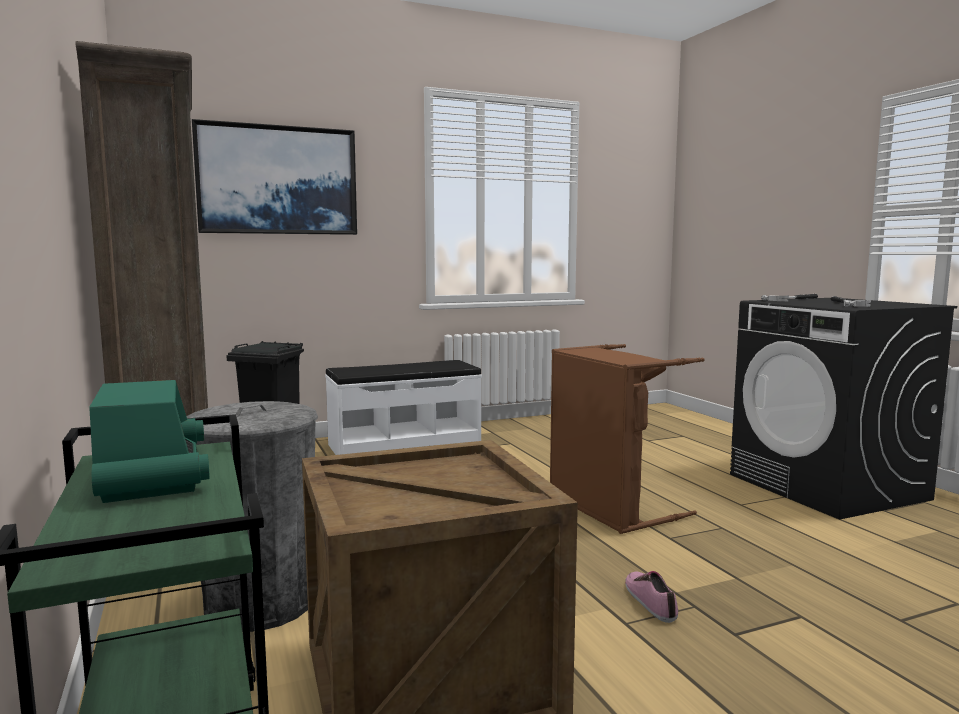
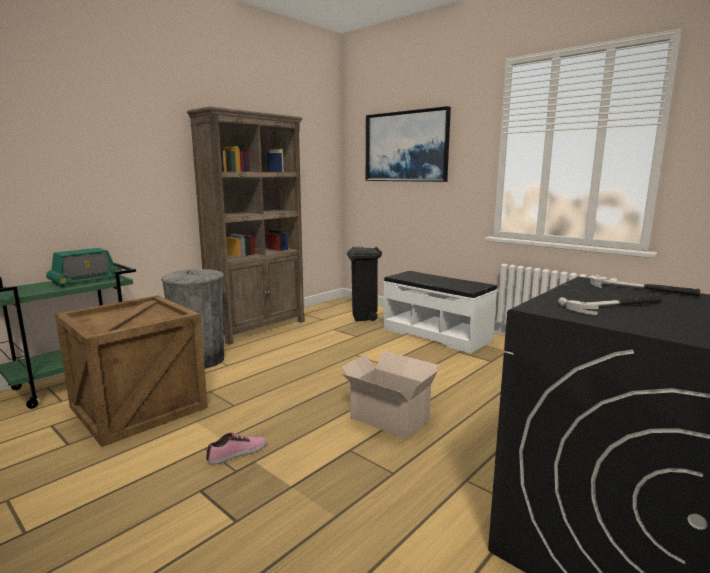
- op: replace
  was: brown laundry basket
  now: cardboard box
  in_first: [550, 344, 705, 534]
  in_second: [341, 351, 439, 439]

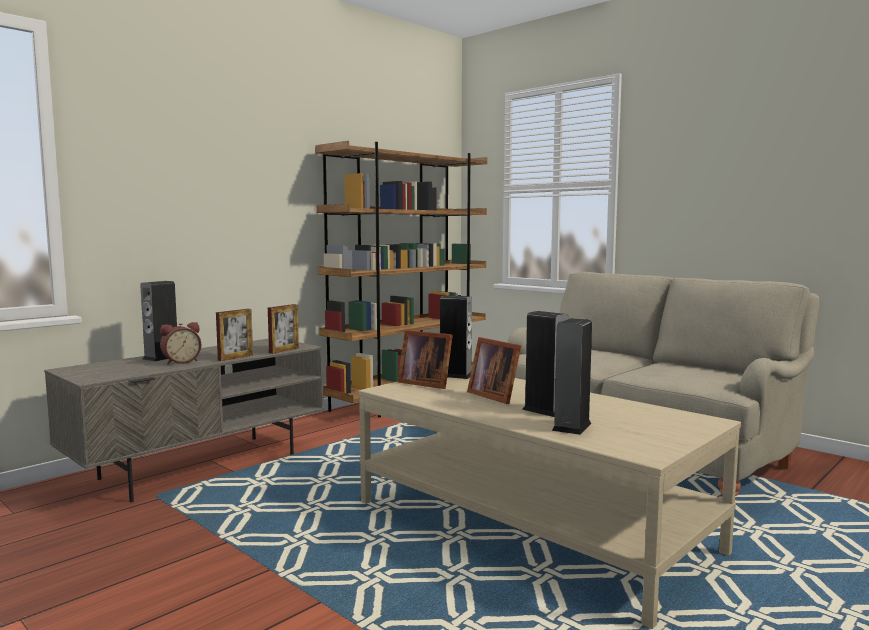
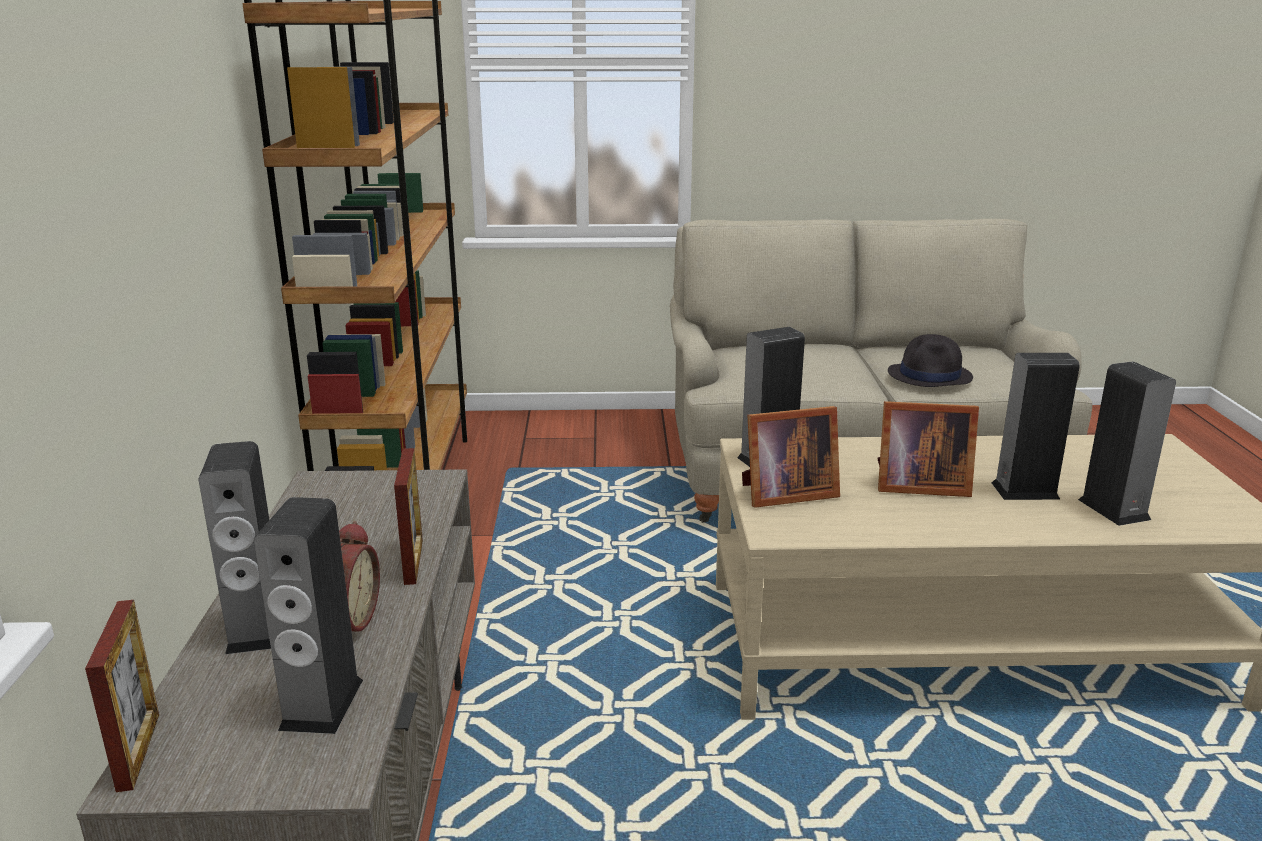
- op: insert
  now: speaker
  in_second: [254, 497, 363, 734]
- op: insert
  now: black hat
  in_second: [888, 334, 973, 387]
- op: move
  was: picture frame
  in_first: [268, 304, 299, 354]
  in_second: [85, 600, 159, 792]

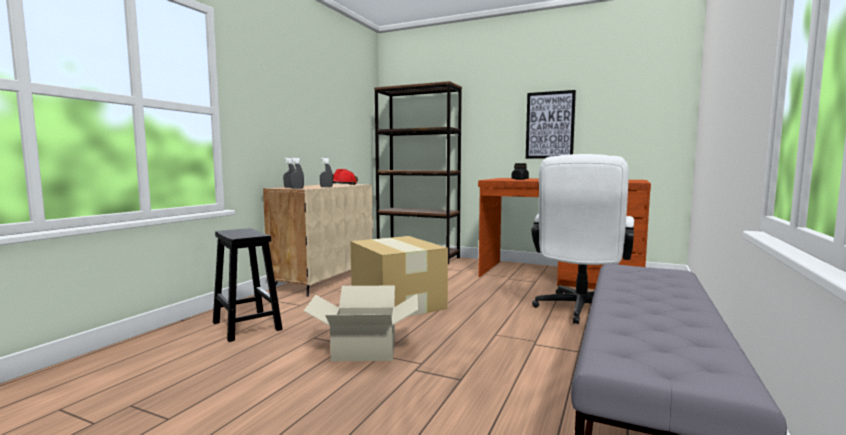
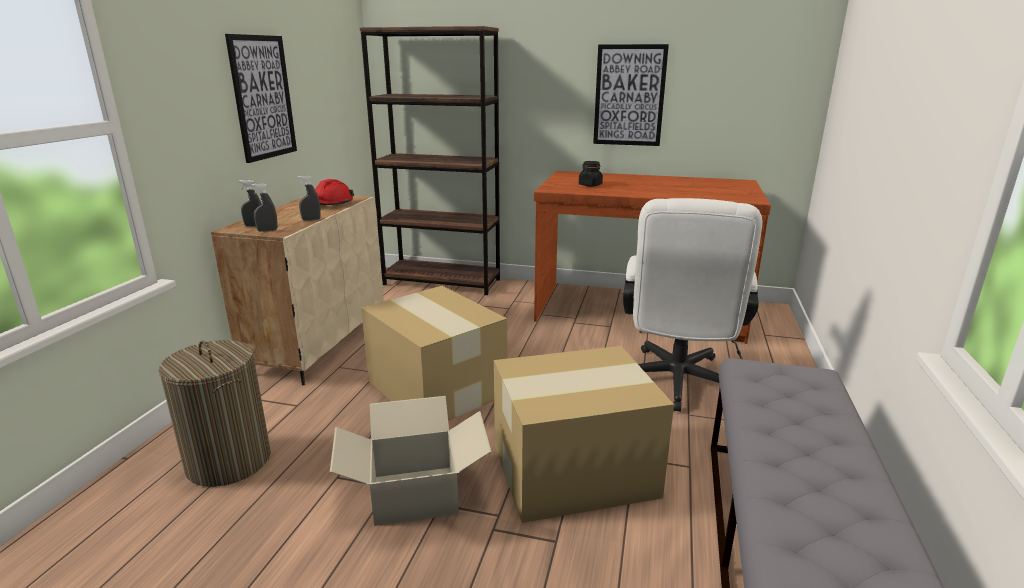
- op: insert
  now: picture
  in_second: [225, 34, 297, 163]
- op: insert
  now: cardboard box
  in_second: [494, 346, 674, 523]
- op: replace
  was: black stool
  now: laundry basket
  in_first: [213, 228, 282, 342]
  in_second: [158, 340, 271, 487]

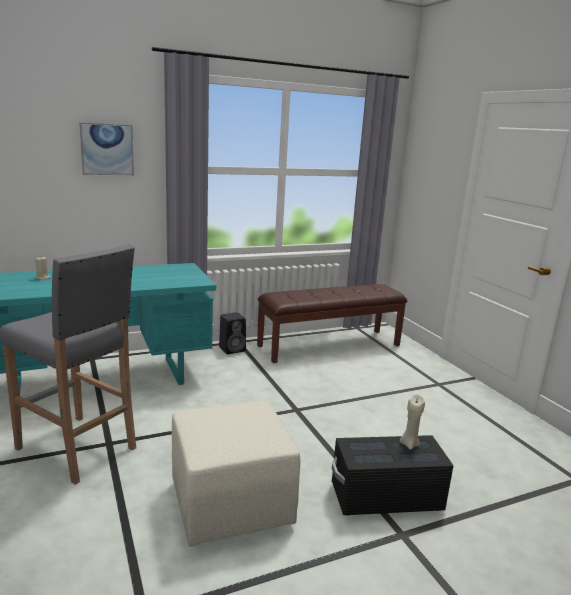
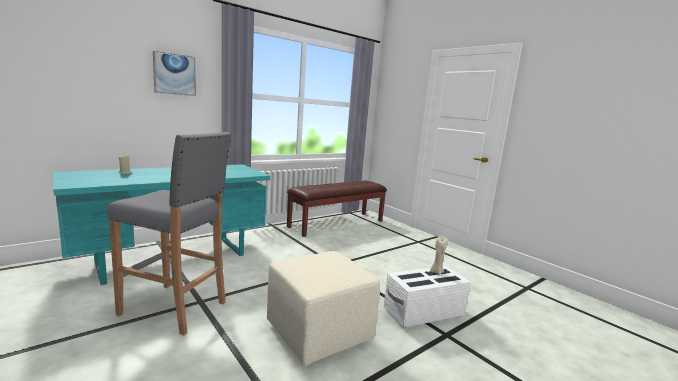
- op: delete
  was: black speaker
  in_first: [219, 313, 246, 354]
- op: recolor
  was: black storage box
  now: white storage box
  in_first: [332, 435, 453, 515]
  in_second: [384, 266, 471, 328]

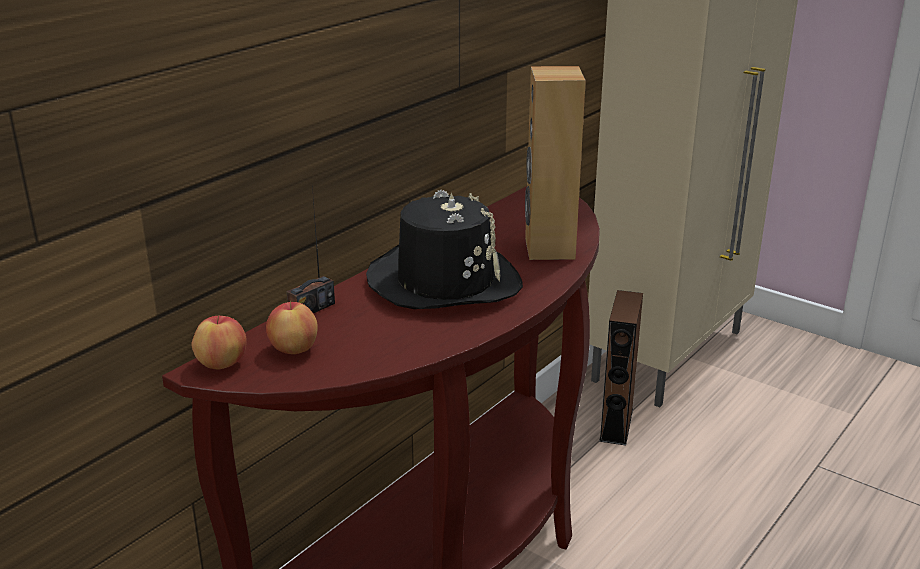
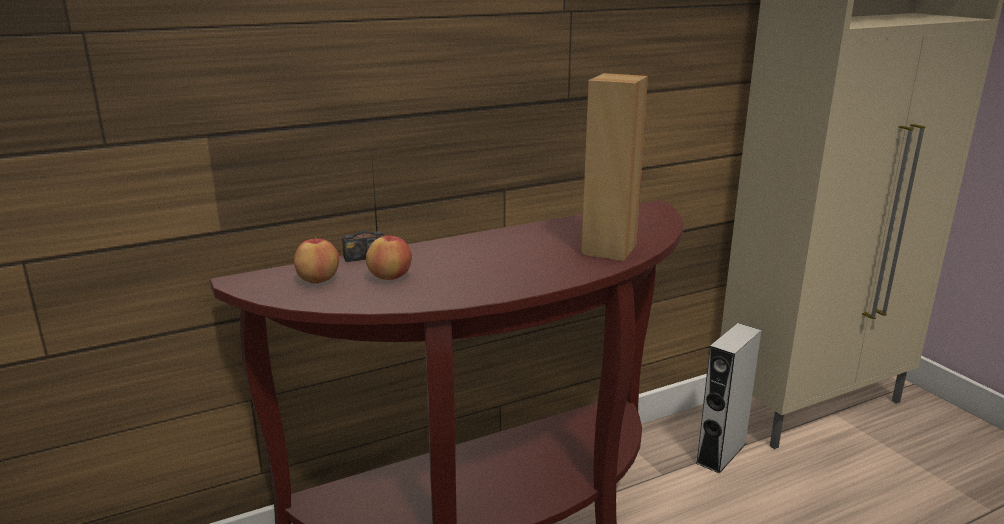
- op: delete
  was: black hat
  in_first: [366, 190, 523, 309]
- op: move
  was: apple
  in_first: [191, 316, 247, 369]
  in_second: [366, 234, 412, 280]
- op: recolor
  was: brown speaker
  now: grey speaker
  in_first: [599, 290, 643, 446]
  in_second: [696, 323, 762, 474]

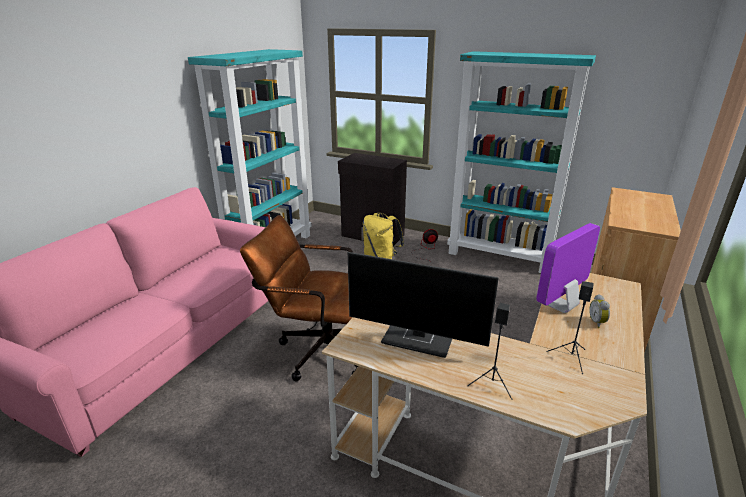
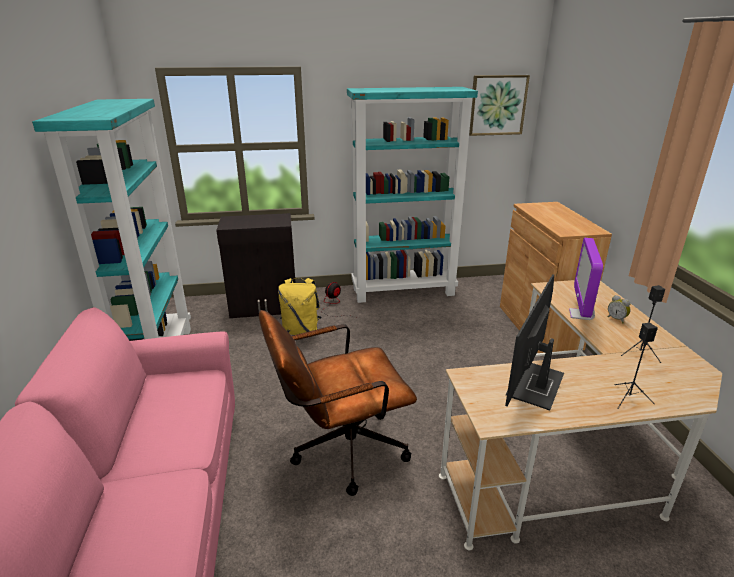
- op: insert
  now: picture
  in_second: [469, 75, 530, 136]
- op: rotate
  was: monitor
  in_first: [348, 252, 499, 358]
  in_second: [505, 274, 564, 411]
  clockwise: 135

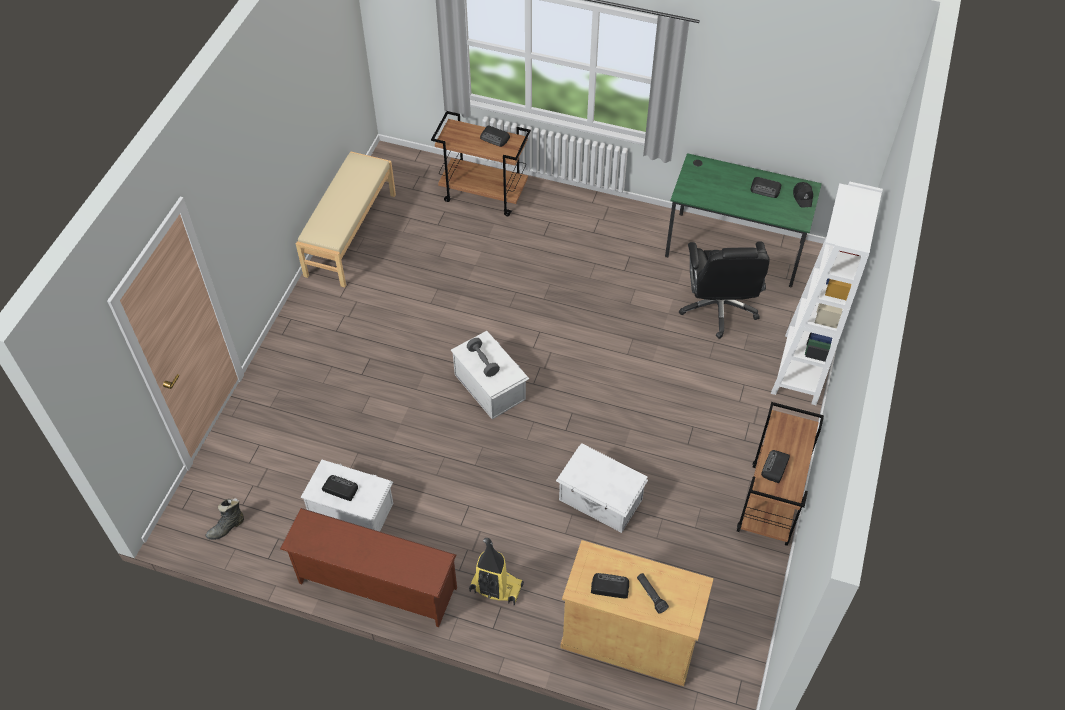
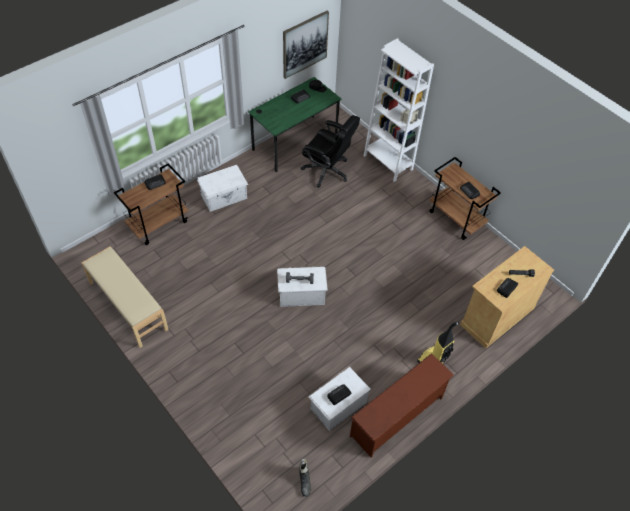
- op: insert
  now: picture
  in_second: [283, 11, 329, 79]
- op: move
  was: white storage box
  in_first: [556, 443, 648, 533]
  in_second: [197, 165, 248, 212]

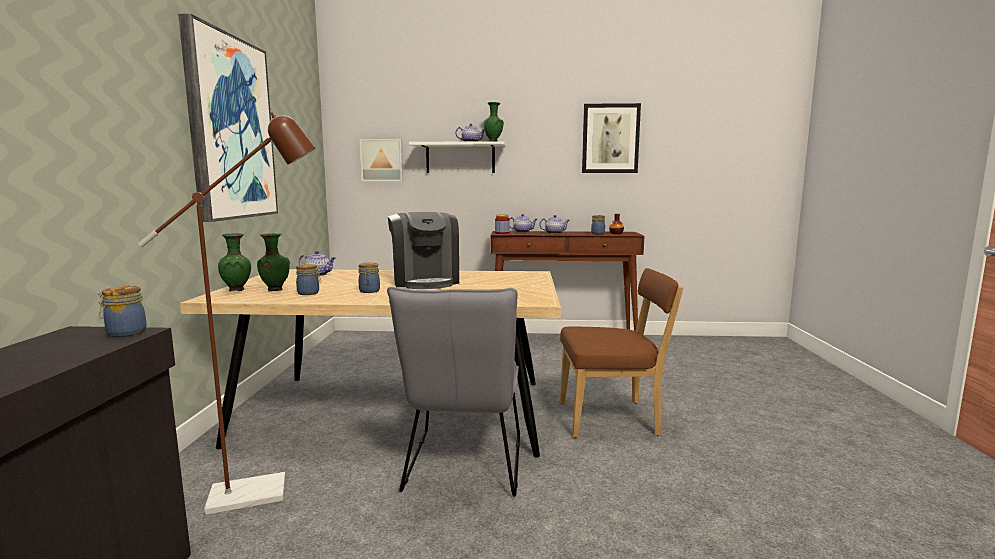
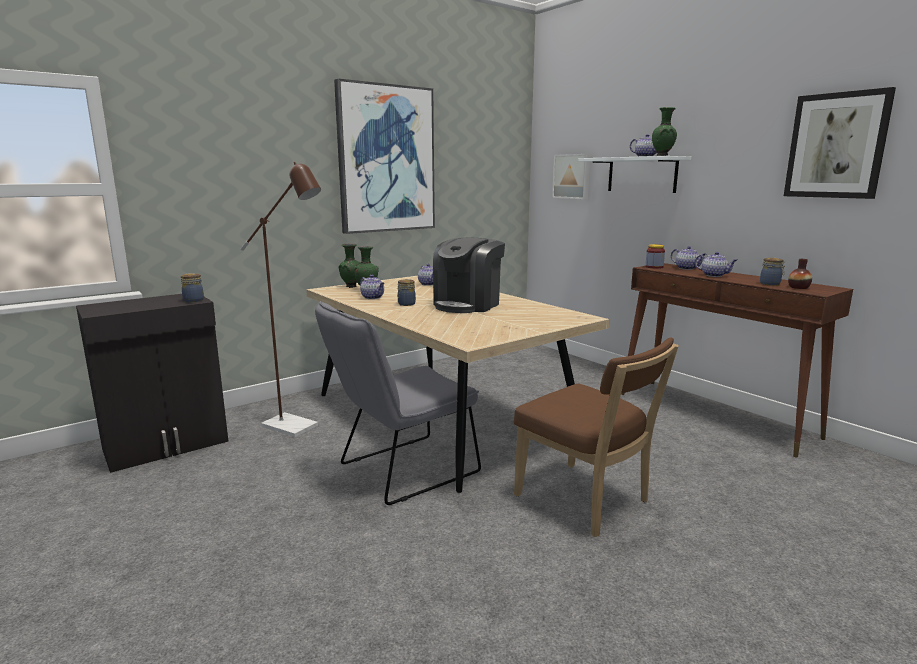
- op: replace
  was: jar
  now: teapot
  in_first: [296, 264, 321, 295]
  in_second: [360, 275, 385, 299]

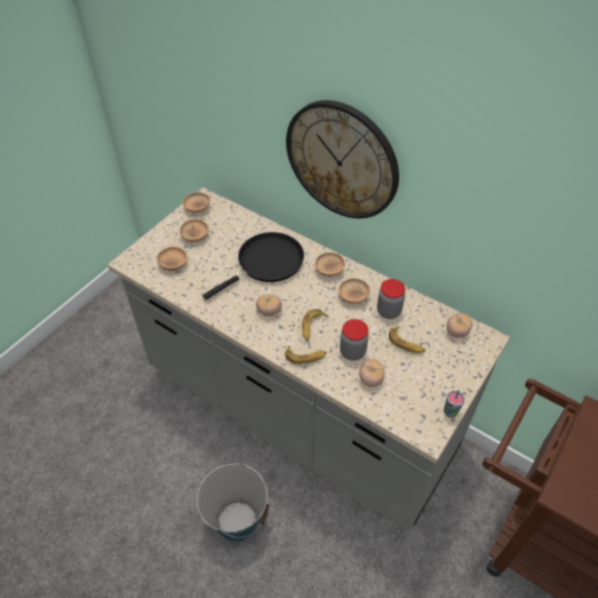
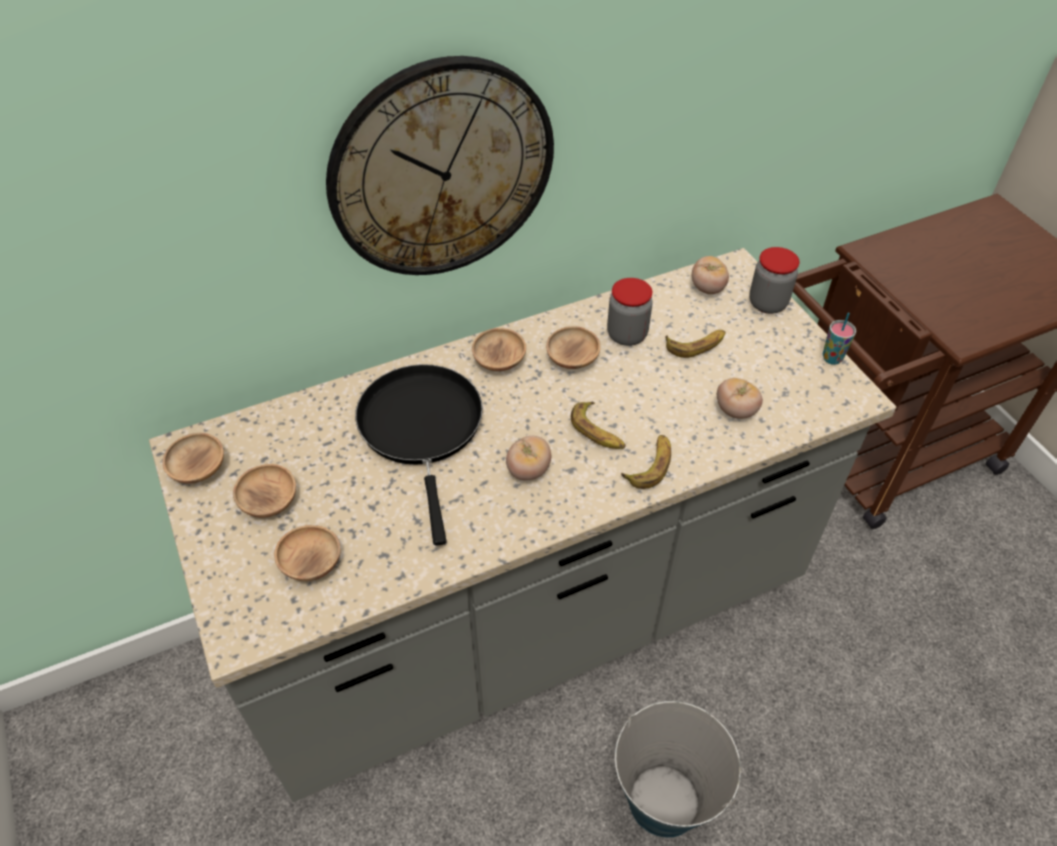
- op: move
  was: jar
  in_first: [340, 319, 369, 361]
  in_second: [749, 247, 800, 314]

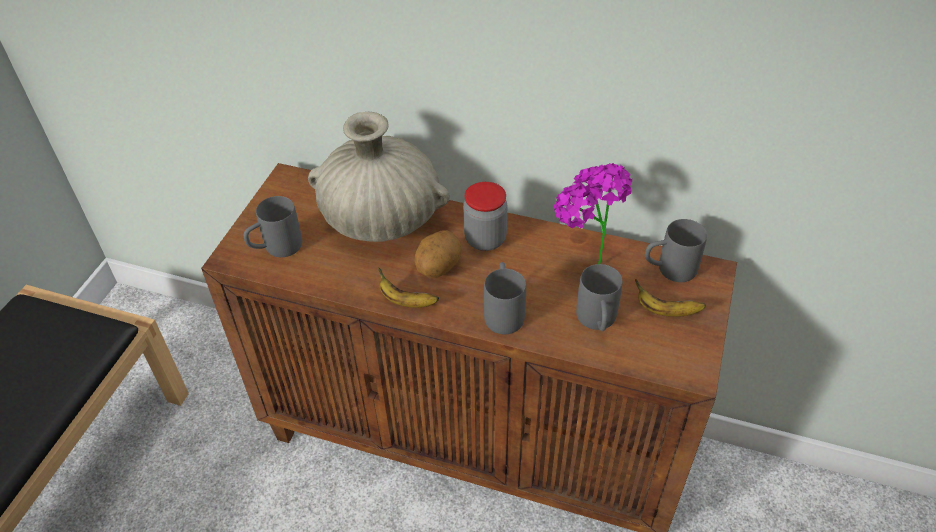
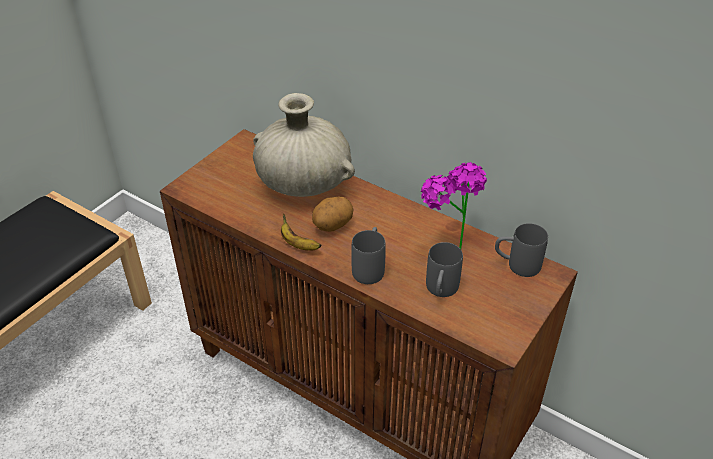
- op: delete
  was: grey mug
  in_first: [244, 196, 302, 257]
- op: delete
  was: jar
  in_first: [463, 182, 508, 251]
- op: delete
  was: banana
  in_first: [635, 279, 706, 317]

